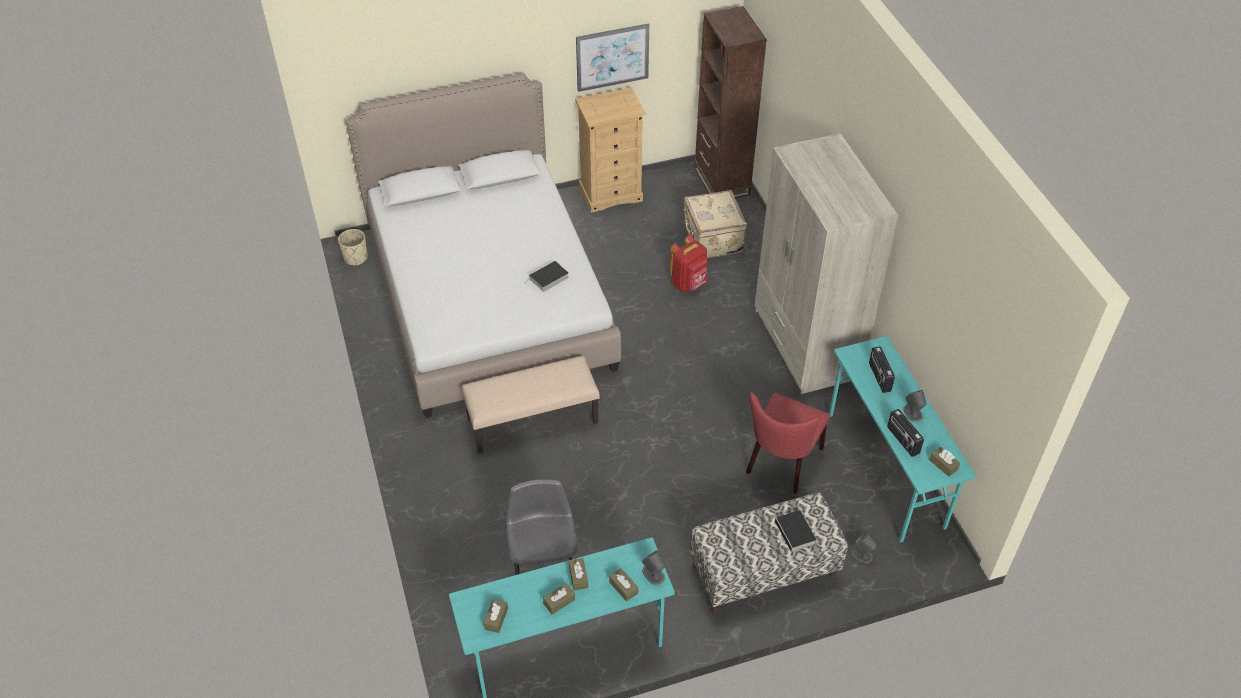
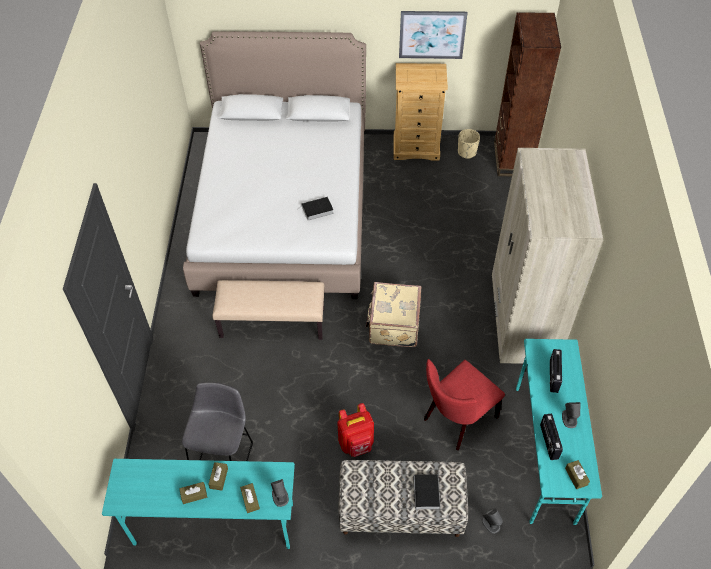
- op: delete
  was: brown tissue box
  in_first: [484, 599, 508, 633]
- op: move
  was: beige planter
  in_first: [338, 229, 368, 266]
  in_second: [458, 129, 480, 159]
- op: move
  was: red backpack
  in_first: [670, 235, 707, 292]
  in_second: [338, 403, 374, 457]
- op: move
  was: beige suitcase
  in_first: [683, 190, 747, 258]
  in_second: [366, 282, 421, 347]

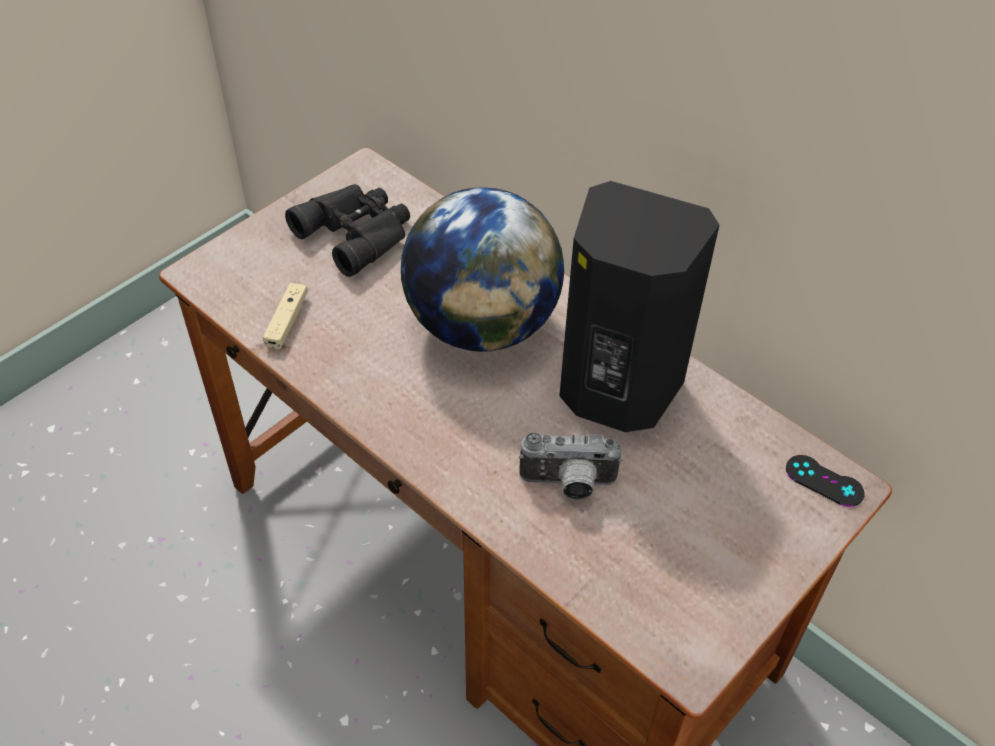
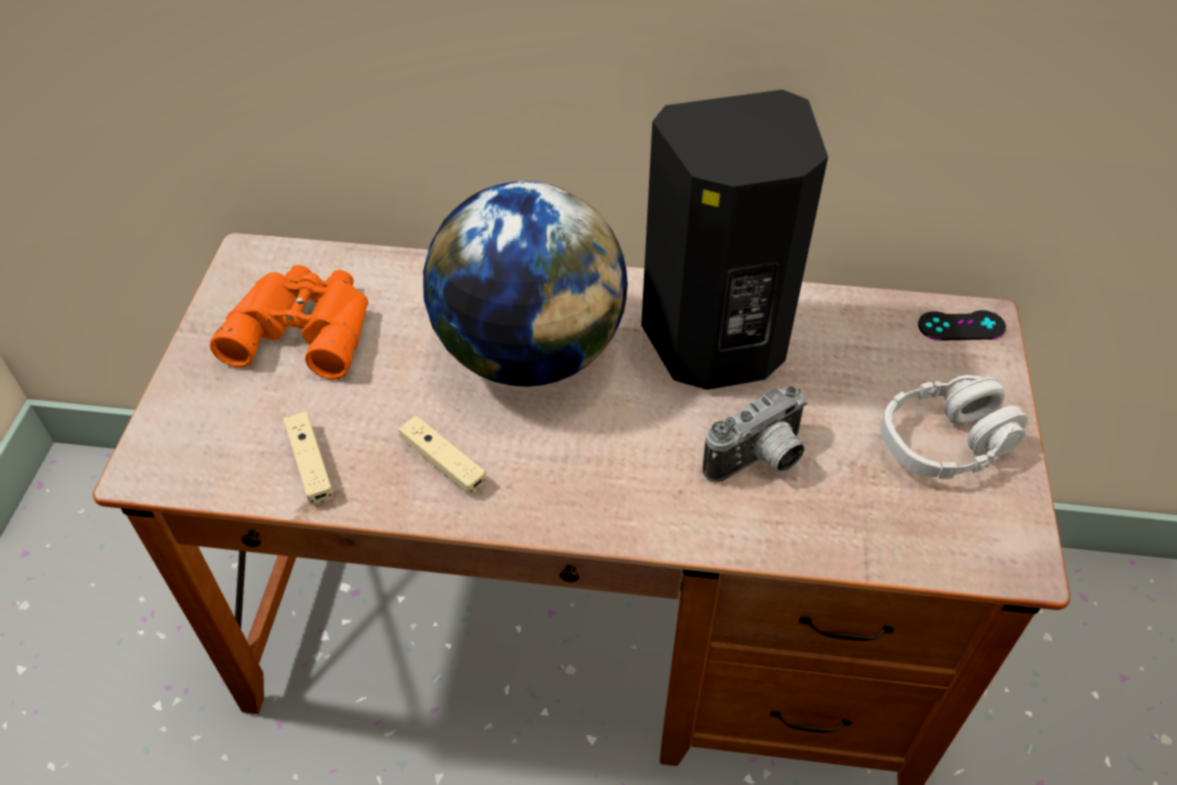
- op: insert
  now: beige game controller
  in_second: [399, 416, 486, 495]
- op: insert
  now: grey headphones
  in_second: [880, 375, 1028, 479]
- op: recolor
  was: black binoculars
  now: orange binoculars
  in_first: [285, 184, 410, 277]
  in_second: [210, 265, 369, 380]

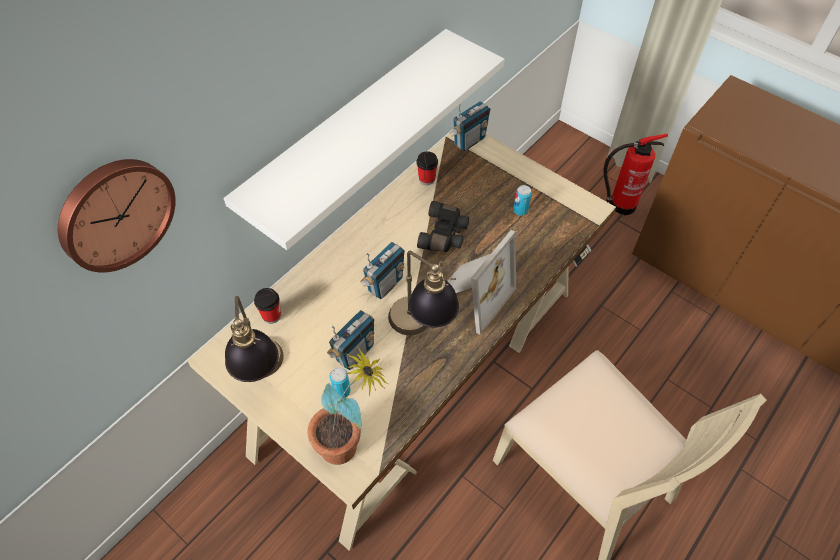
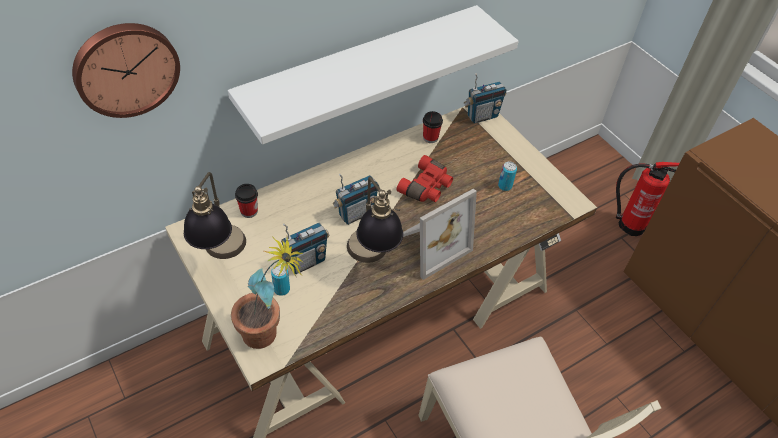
- op: recolor
  was: black binoculars
  now: red binoculars
  in_first: [417, 201, 469, 252]
  in_second: [397, 155, 453, 202]

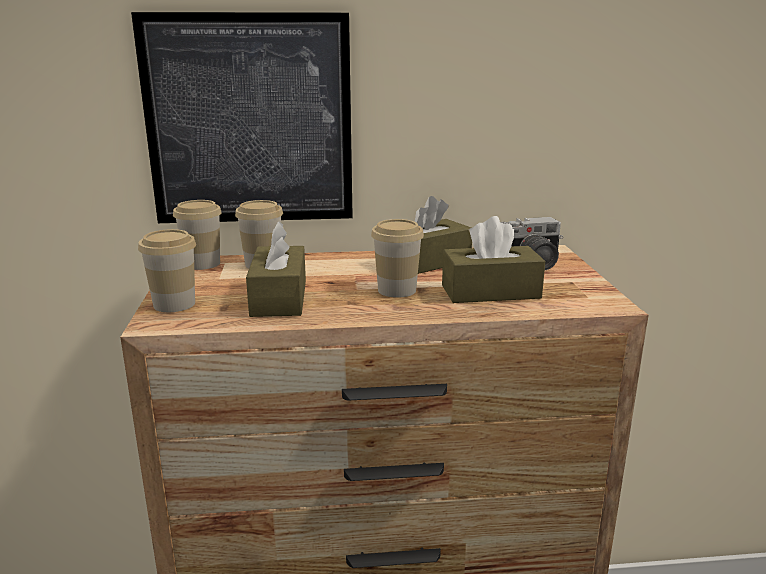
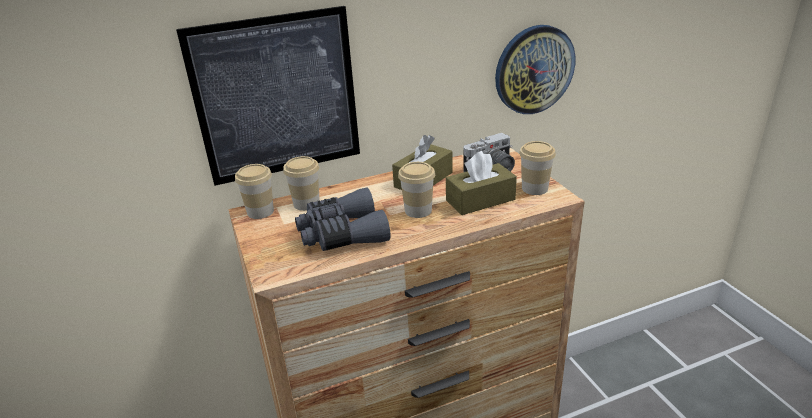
- op: insert
  now: wall clock
  in_second: [495, 25, 575, 114]
- op: move
  was: cup
  in_first: [138, 229, 196, 312]
  in_second: [519, 141, 556, 195]
- op: replace
  was: brown tissue box
  now: grey binoculars
  in_first: [246, 221, 306, 317]
  in_second: [295, 187, 390, 251]

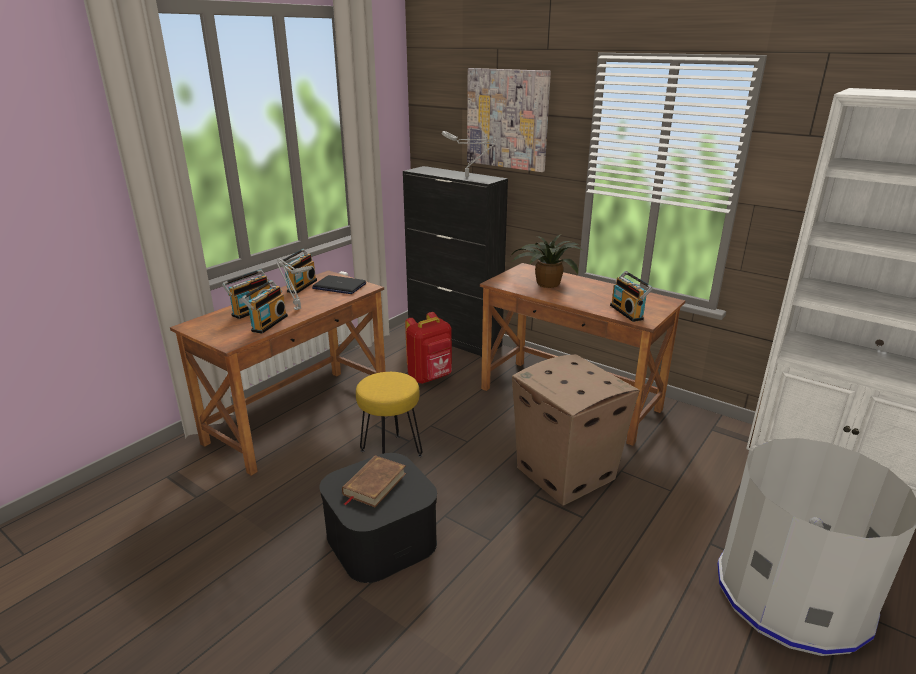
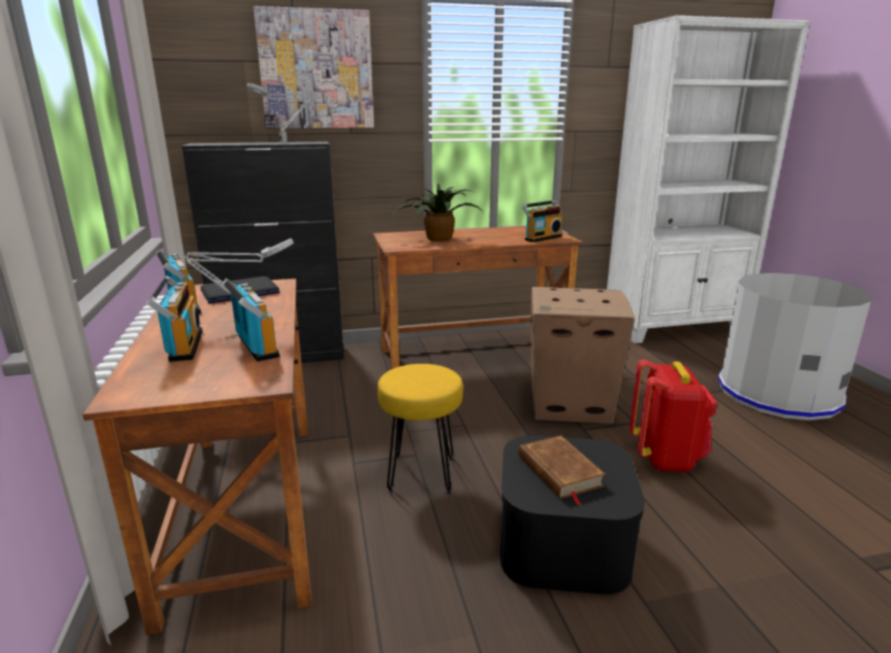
- op: move
  was: red backpack
  in_first: [405, 312, 452, 384]
  in_second: [629, 359, 717, 472]
- op: rotate
  was: radio
  in_first: [610, 271, 653, 322]
  in_second: [522, 200, 562, 242]
  clockwise: -60

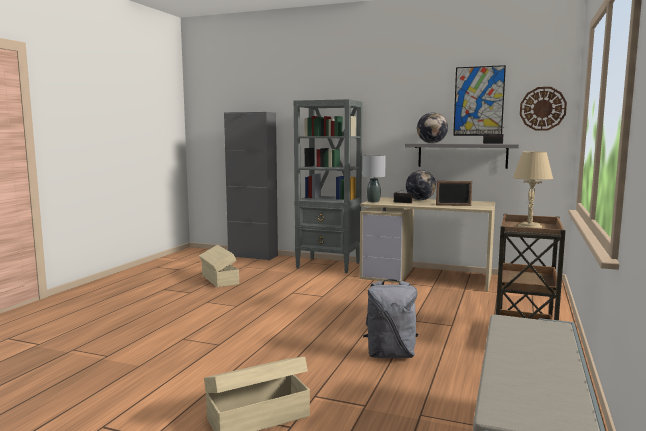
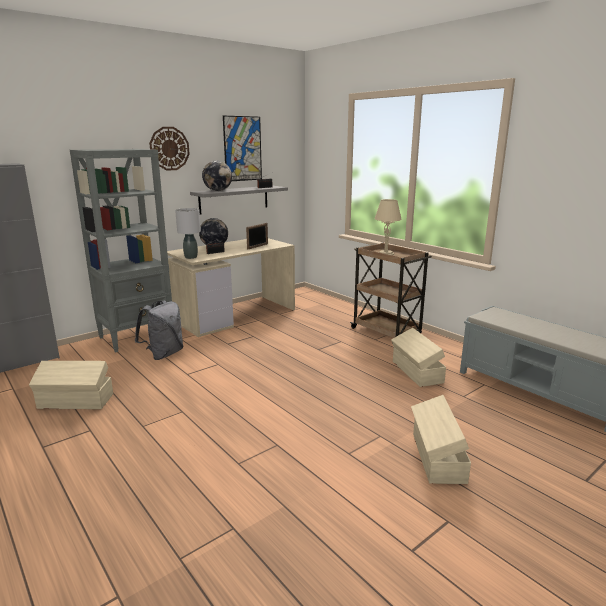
- op: insert
  now: beige storage box
  in_second: [391, 328, 446, 387]
- op: move
  was: grey backpack
  in_first: [363, 279, 418, 358]
  in_second: [135, 301, 184, 360]
- op: move
  was: wall clock
  in_first: [520, 87, 567, 131]
  in_second: [149, 127, 190, 171]

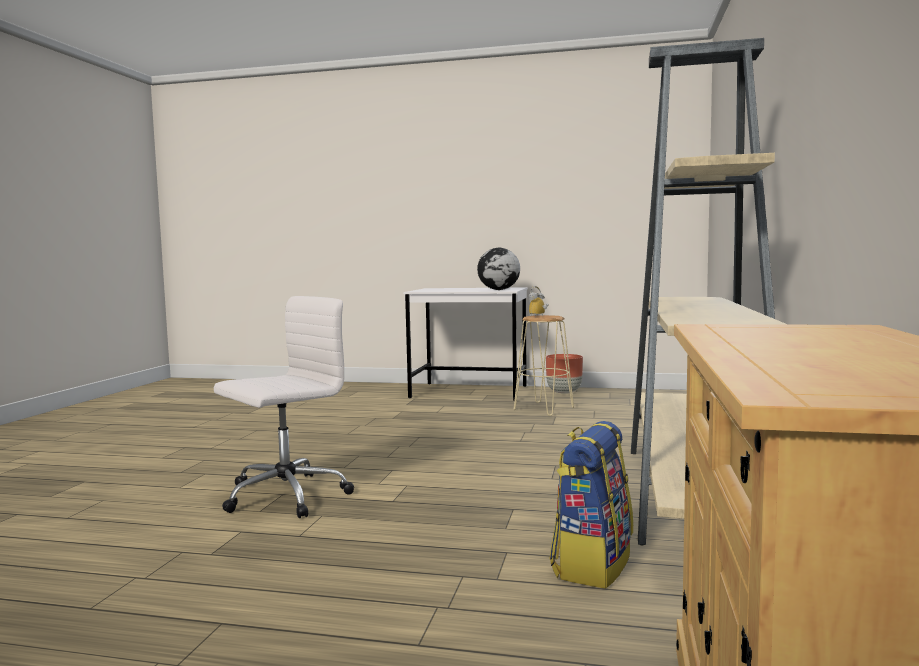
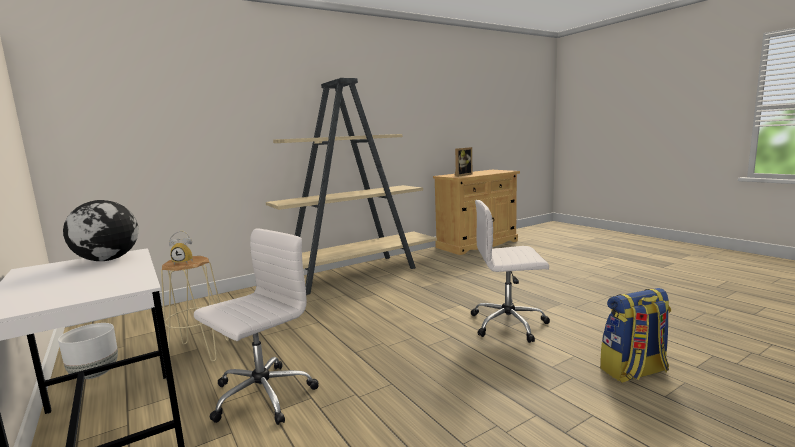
- op: insert
  now: white office chair
  in_second: [194, 228, 319, 425]
- op: insert
  now: picture frame
  in_second: [455, 147, 472, 177]
- op: move
  was: backpack
  in_first: [549, 421, 633, 589]
  in_second: [600, 288, 671, 383]
- op: recolor
  was: brown planter
  now: white planter
  in_first: [546, 354, 583, 394]
  in_second: [58, 323, 118, 379]

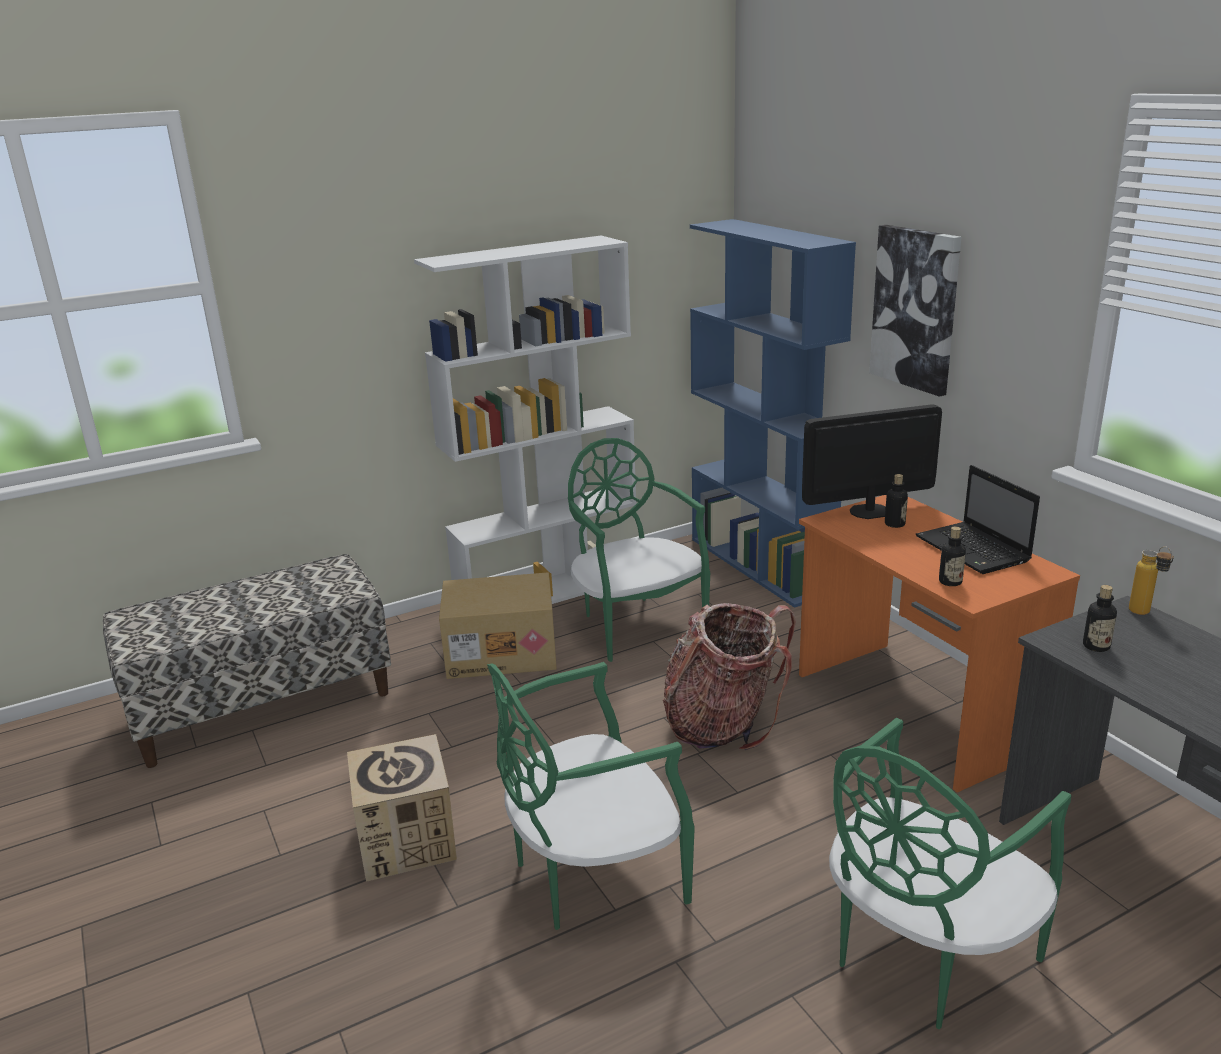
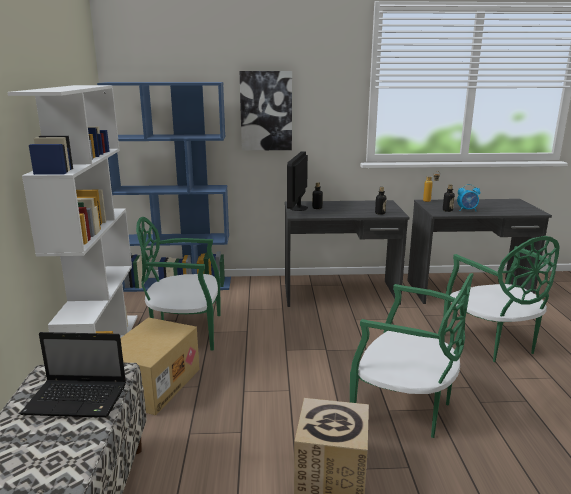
- op: delete
  was: backpack
  in_first: [663, 603, 796, 750]
- op: insert
  now: alarm clock
  in_second: [457, 184, 480, 211]
- op: move
  was: laptop
  in_first: [915, 465, 1040, 574]
  in_second: [19, 332, 126, 418]
- op: recolor
  was: orange desk
  now: grey desk
  in_first: [799, 495, 1080, 793]
  in_second: [285, 200, 409, 307]
- op: rotate
  was: green chair
  in_first: [487, 662, 695, 930]
  in_second: [350, 273, 474, 438]
  clockwise: -60

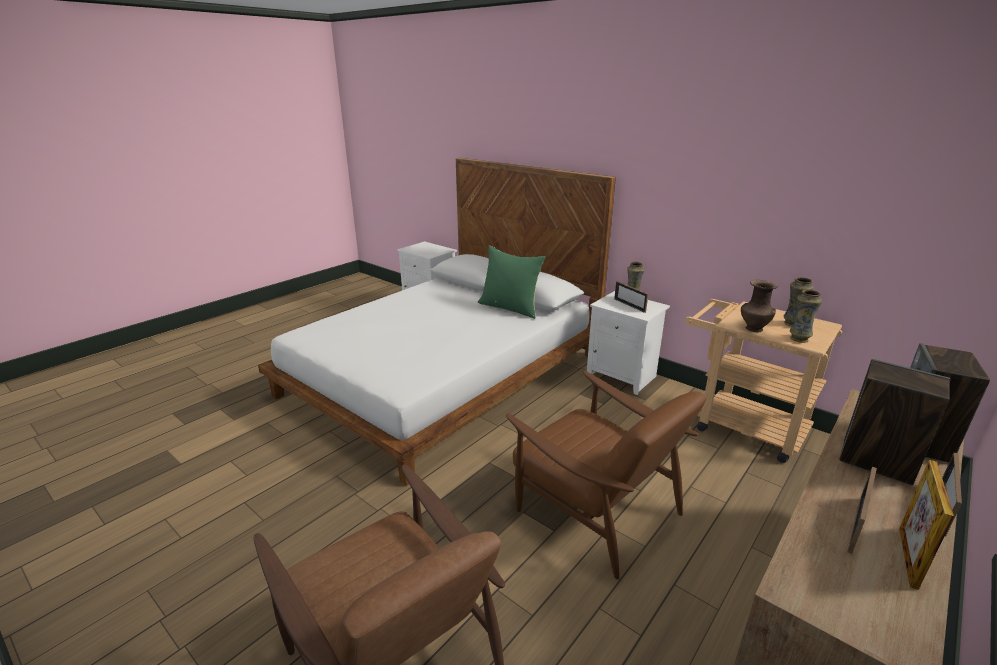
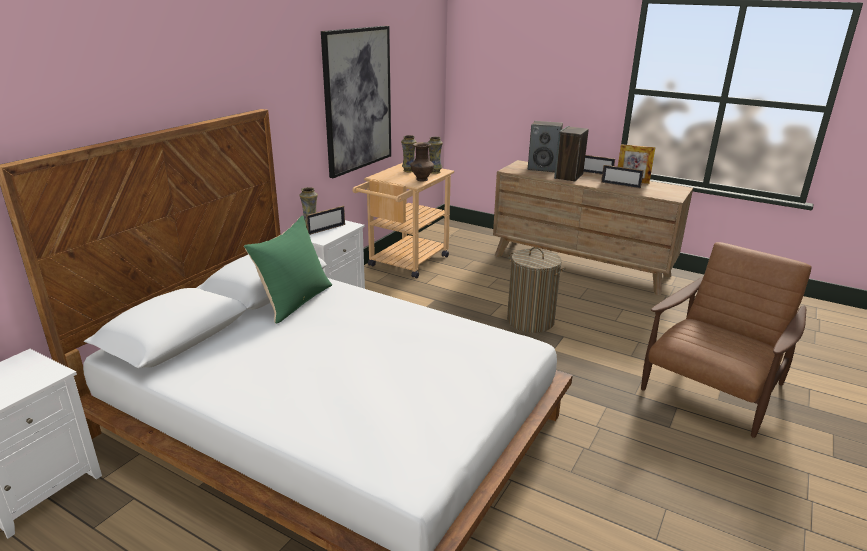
- op: insert
  now: picture
  in_second: [321, 26, 391, 178]
- op: replace
  was: brown armchair
  now: laundry basket
  in_first: [506, 371, 706, 579]
  in_second: [507, 247, 566, 333]

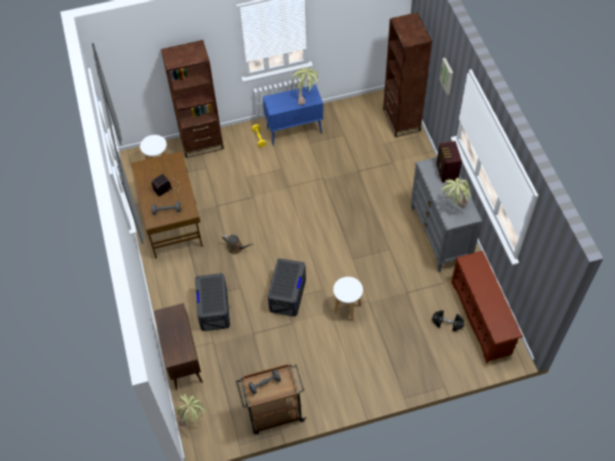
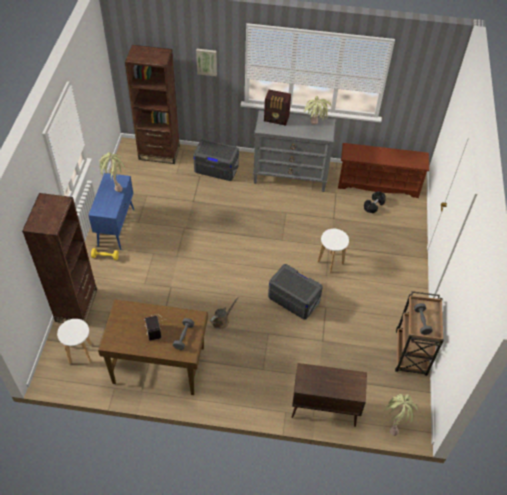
- op: move
  was: grey storage box
  in_first: [195, 273, 230, 331]
  in_second: [193, 139, 239, 181]

